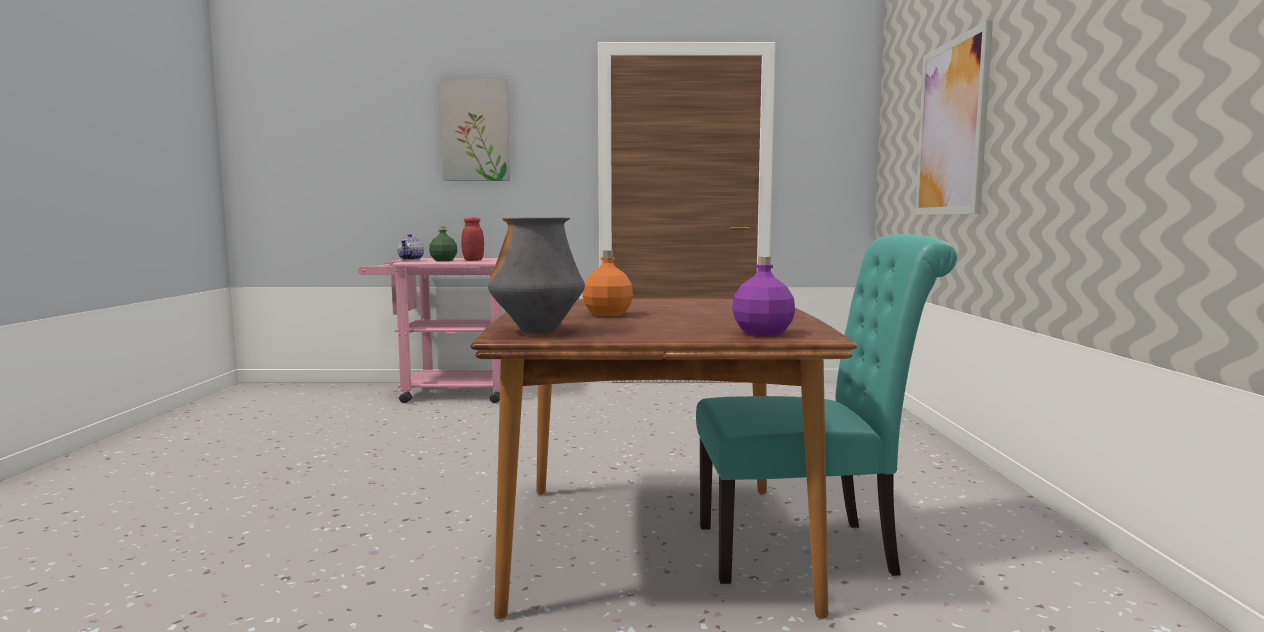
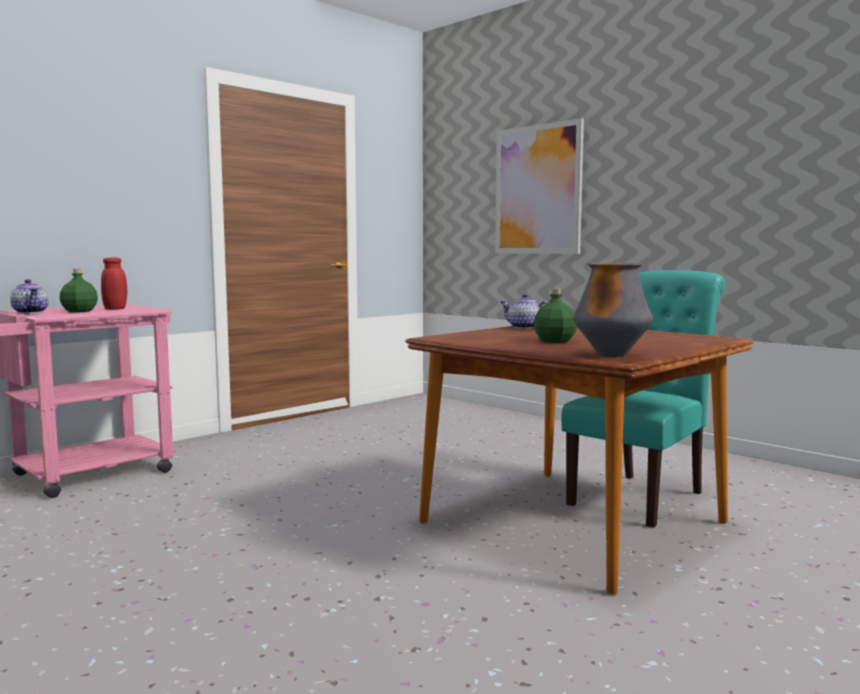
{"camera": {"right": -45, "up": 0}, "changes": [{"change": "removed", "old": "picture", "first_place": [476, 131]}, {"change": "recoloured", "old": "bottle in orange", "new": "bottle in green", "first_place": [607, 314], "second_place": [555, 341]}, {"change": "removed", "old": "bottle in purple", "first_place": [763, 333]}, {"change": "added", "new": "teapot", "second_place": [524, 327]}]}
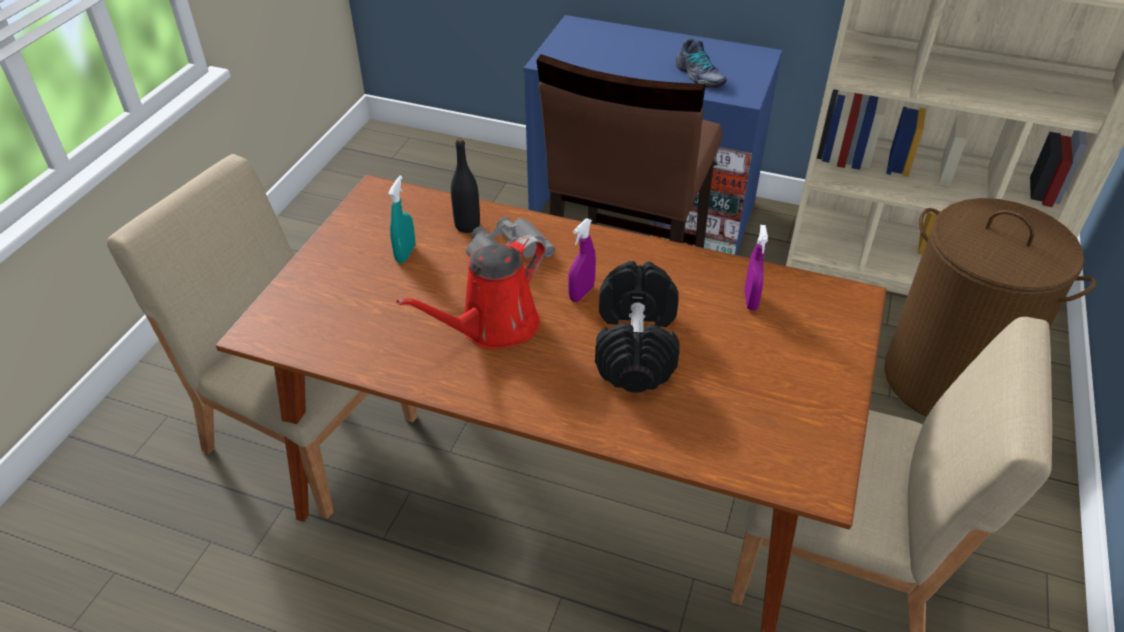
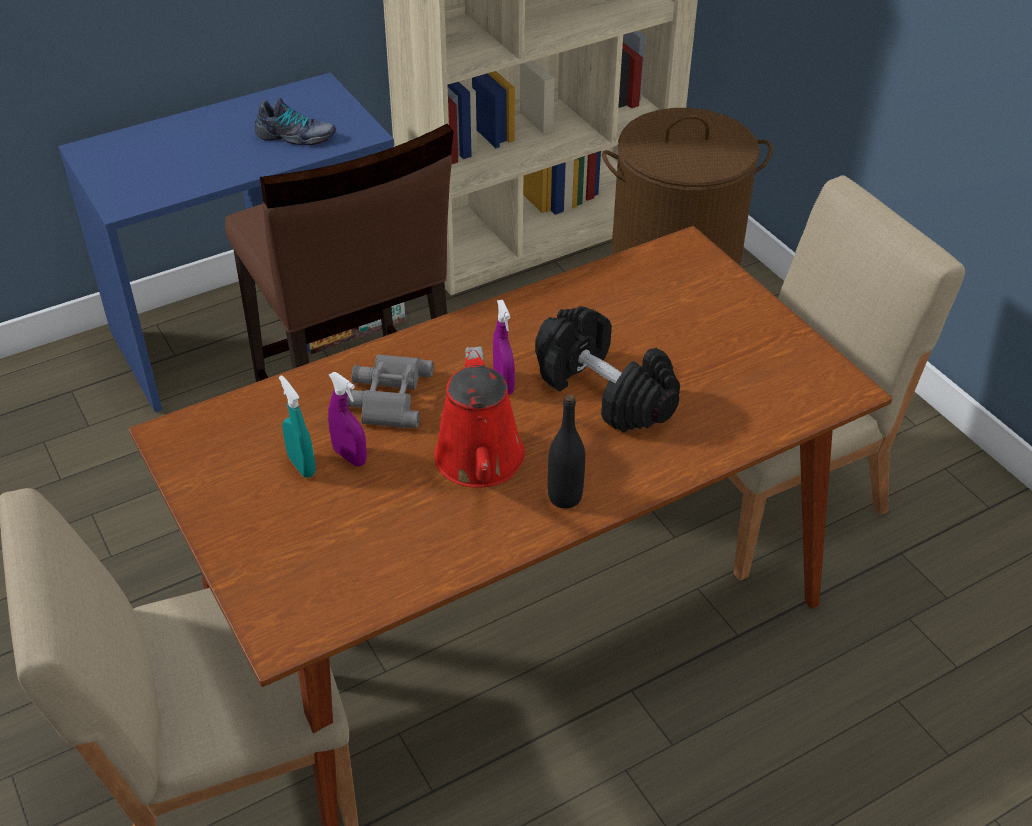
{"camera": {"right": -50, "up": 0}, "changes": [{"change": "moved", "old": "bottle in black", "first_place": [467, 226], "second_place": [565, 497]}, {"change": "moved", "old": "spray bottle in purple", "first_place": [750, 300], "second_place": [350, 456]}]}
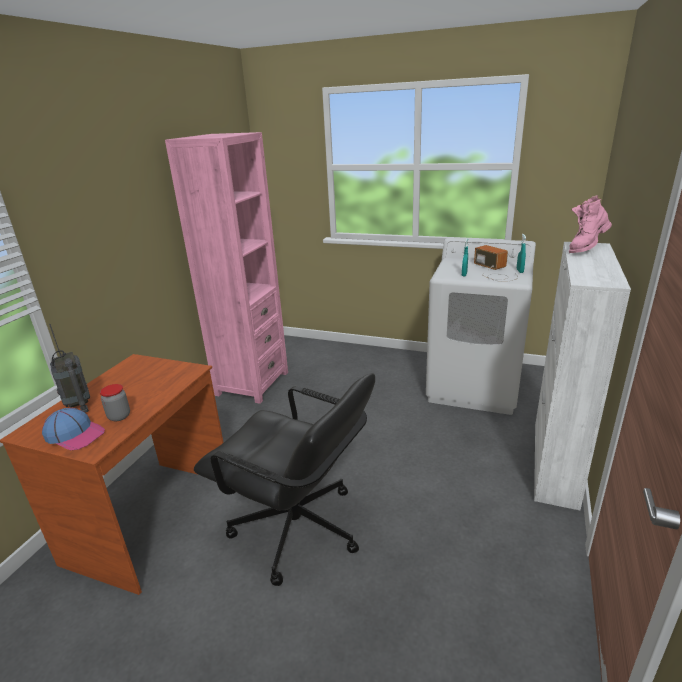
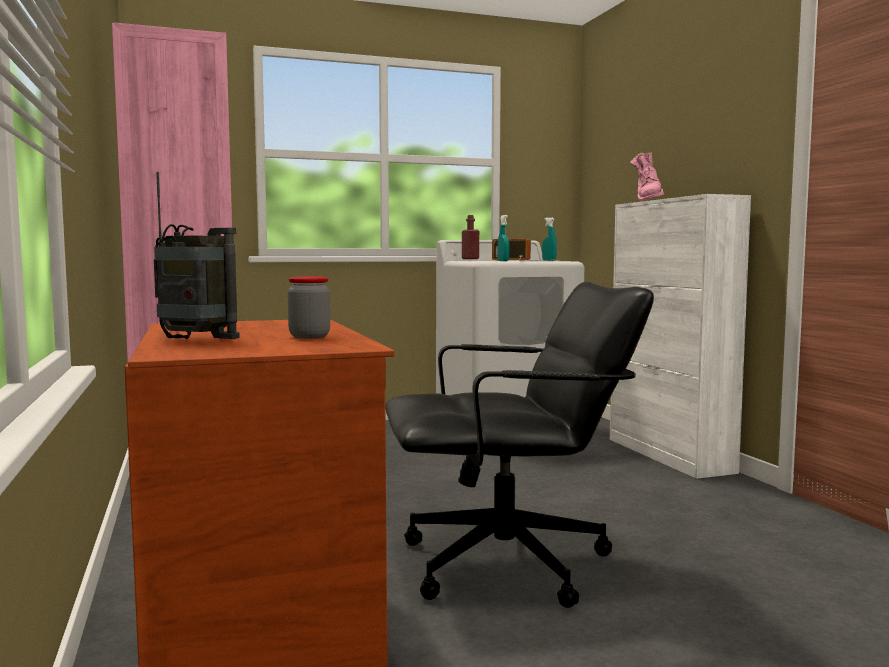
{"camera": {"right": -40, "up": -20}, "changes": [{"change": "removed", "old": "cap", "first_place": [75, 435]}, {"change": "added", "new": "bottle in red", "second_place": [470, 259]}]}
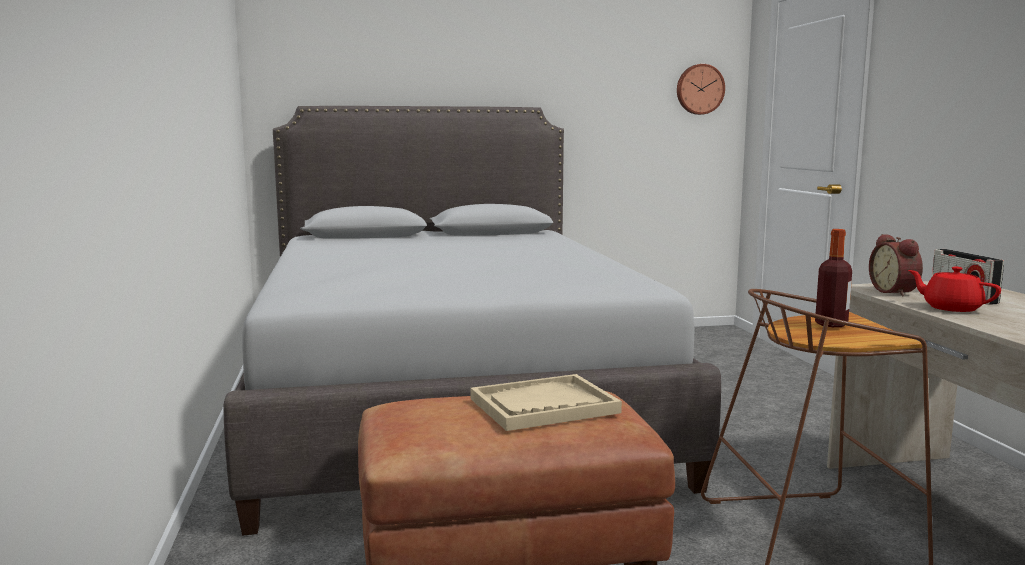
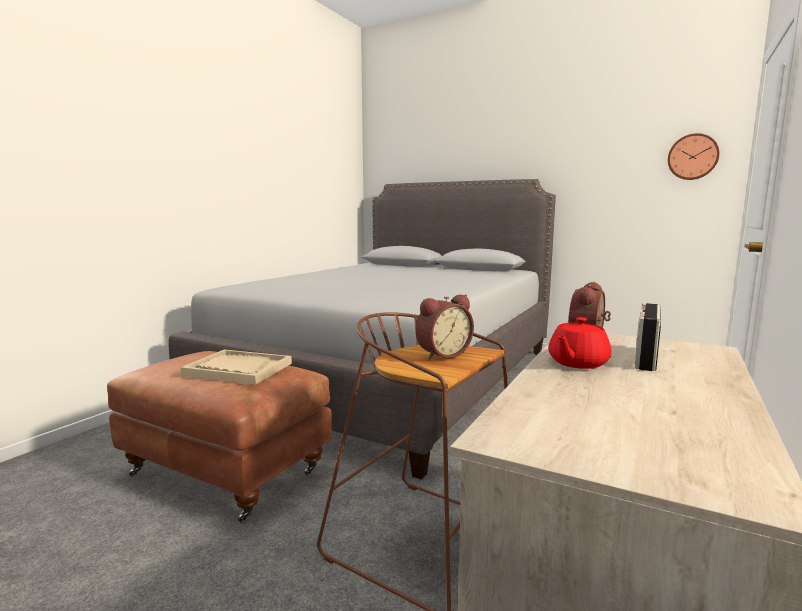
{"camera": {"right": 40, "up": 0}, "changes": [{"change": "replaced", "old": "bottle", "new": "alarm clock", "first_place": [831, 324], "second_place": [442, 354]}, {"change": "turned", "old": "teapot in red", "first_place": [951, 308], "second_place": [577, 363], "degrees": -135}]}
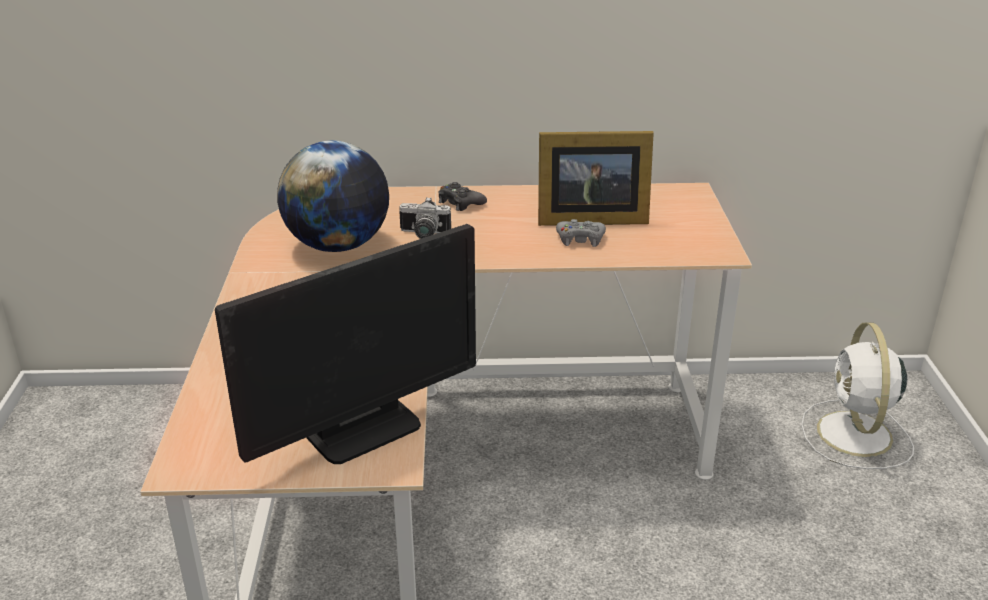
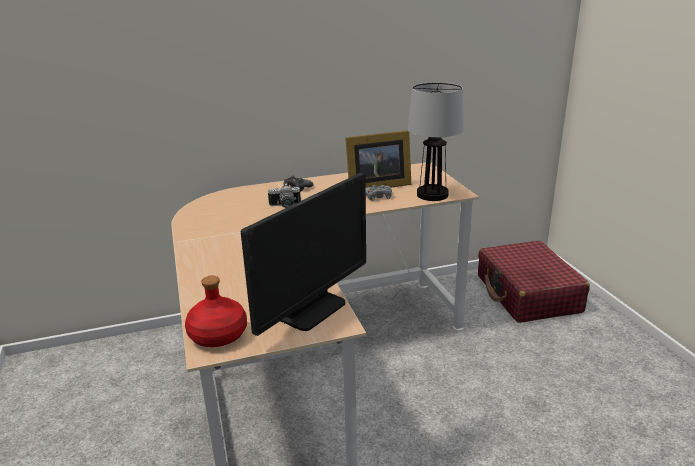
{"camera": {"right": -15, "up": -5}, "changes": [{"change": "removed", "old": "globe", "first_place": [338, 246]}, {"change": "replaced", "old": "fan in white", "new": "suitcase in red", "first_place": [855, 436], "second_place": [527, 294]}, {"change": "added", "new": "bottle in red", "second_place": [218, 335]}, {"change": "added", "new": "table lamp", "second_place": [432, 195]}]}
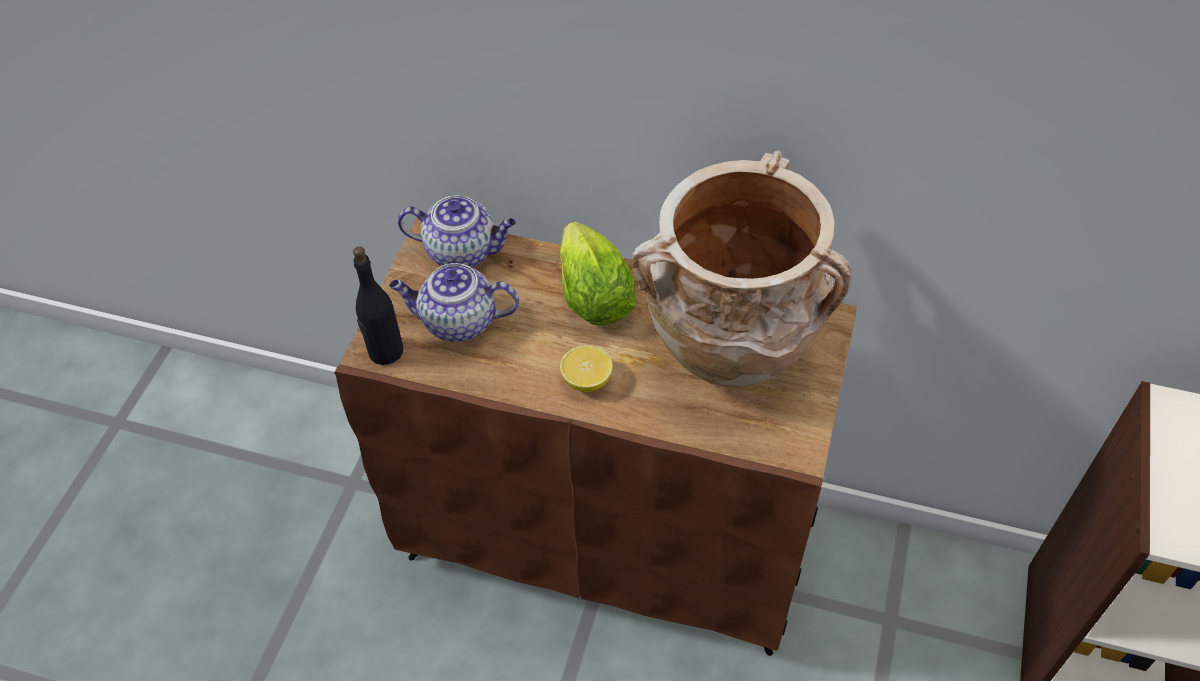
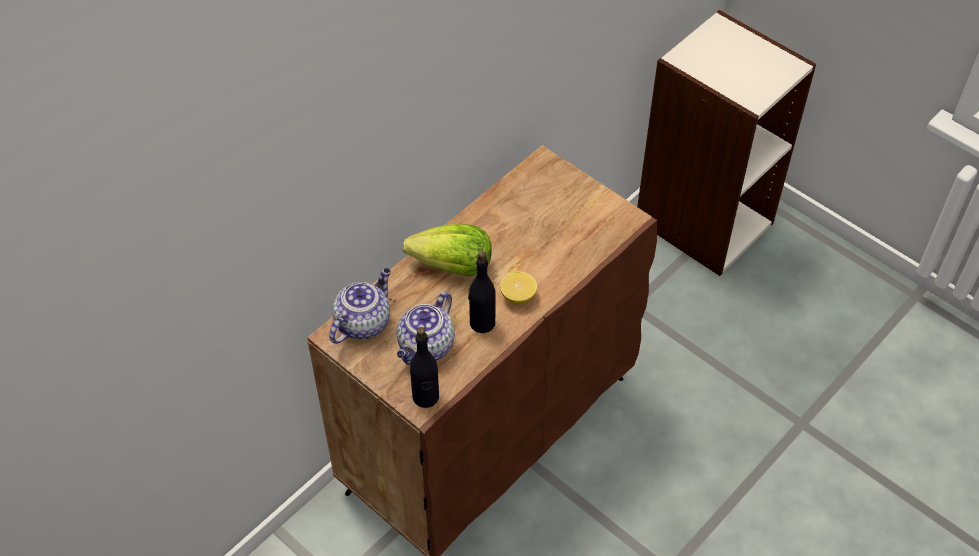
{"camera": {"right": -65, "up": 0}, "changes": [{"change": "removed", "old": "vase in beige", "first_place": [730, 355]}, {"change": "added", "new": "bottle in black", "second_place": [482, 323]}]}
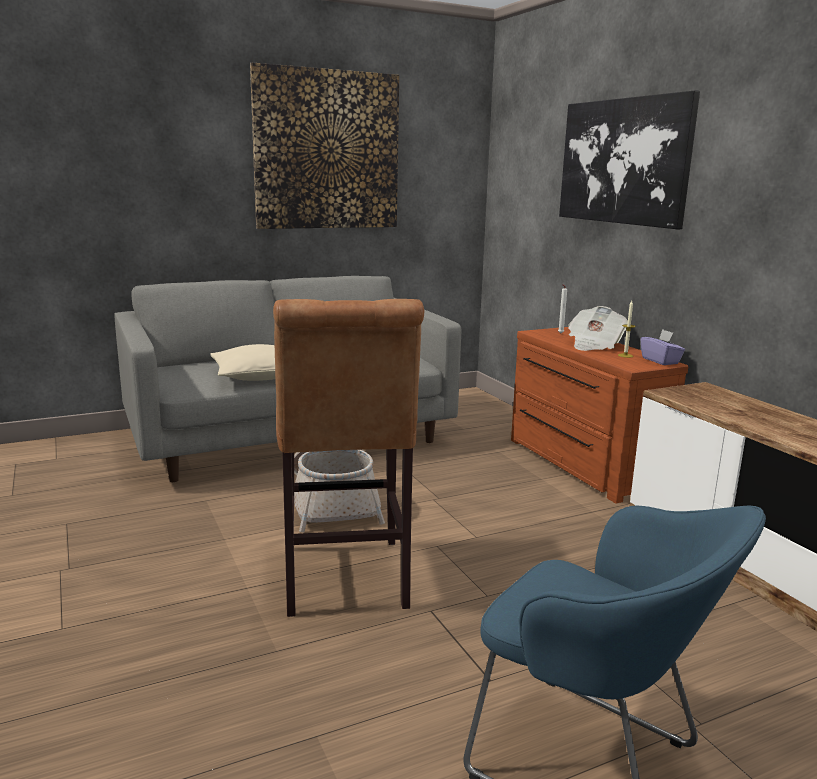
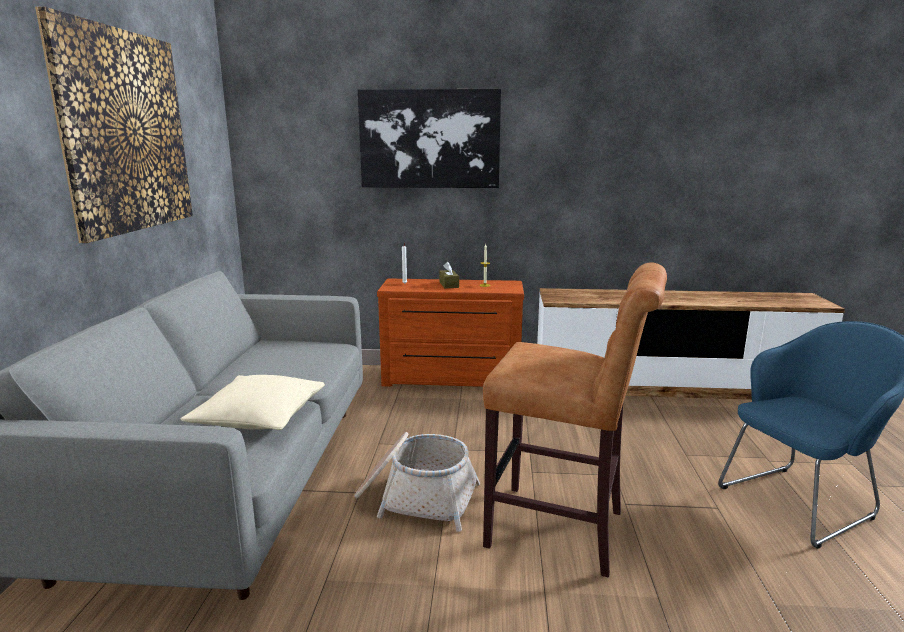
{"camera": {"right": -60, "up": 0}, "changes": [{"change": "replaced", "old": "newspaper", "new": "tissue box in brown", "first_place": [594, 345], "second_place": [449, 285]}, {"change": "removed", "old": "tissue box in purple", "first_place": [660, 361]}]}
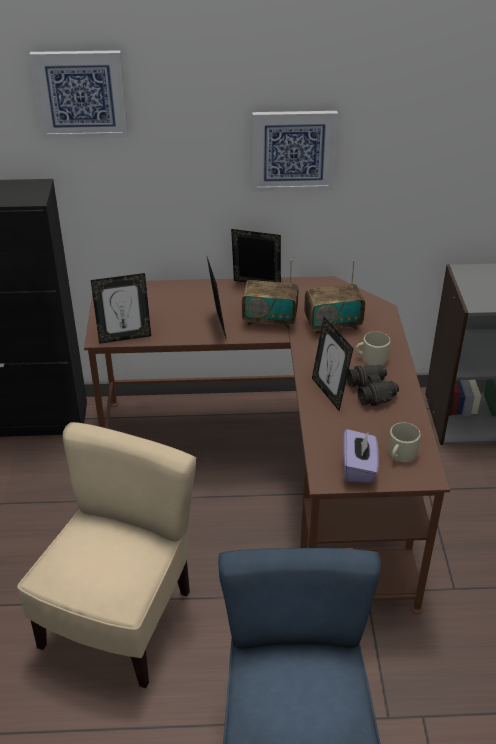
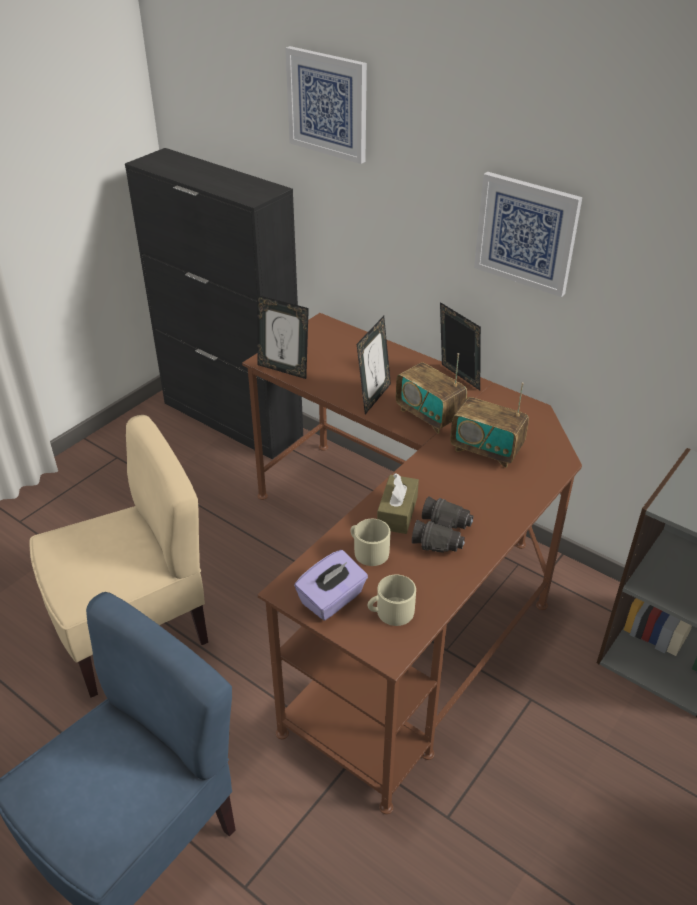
{"camera": {"right": 40, "up": 0}, "changes": [{"change": "replaced", "old": "picture frame", "new": "tissue box in brown", "first_place": [329, 393], "second_place": [397, 512]}, {"change": "moved", "old": "mug in beige", "first_place": [371, 357], "second_place": [368, 551]}]}
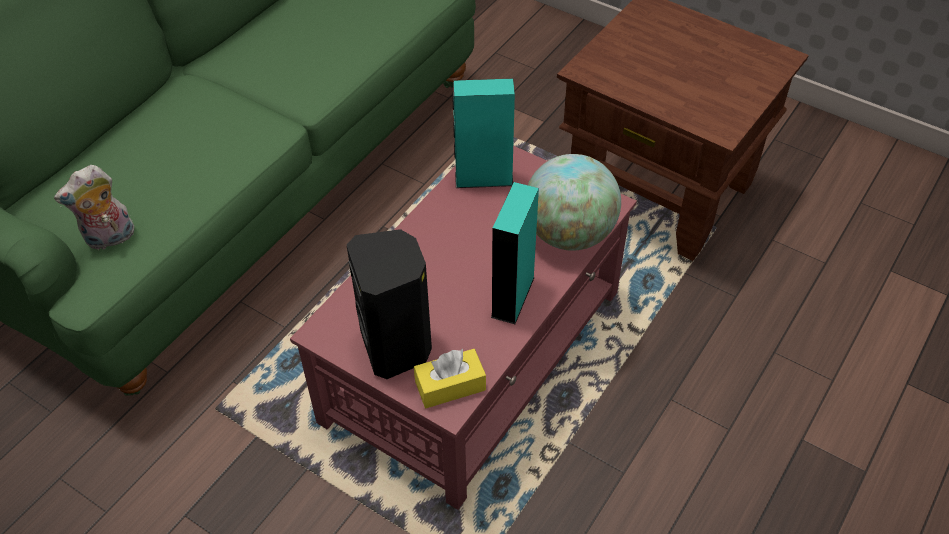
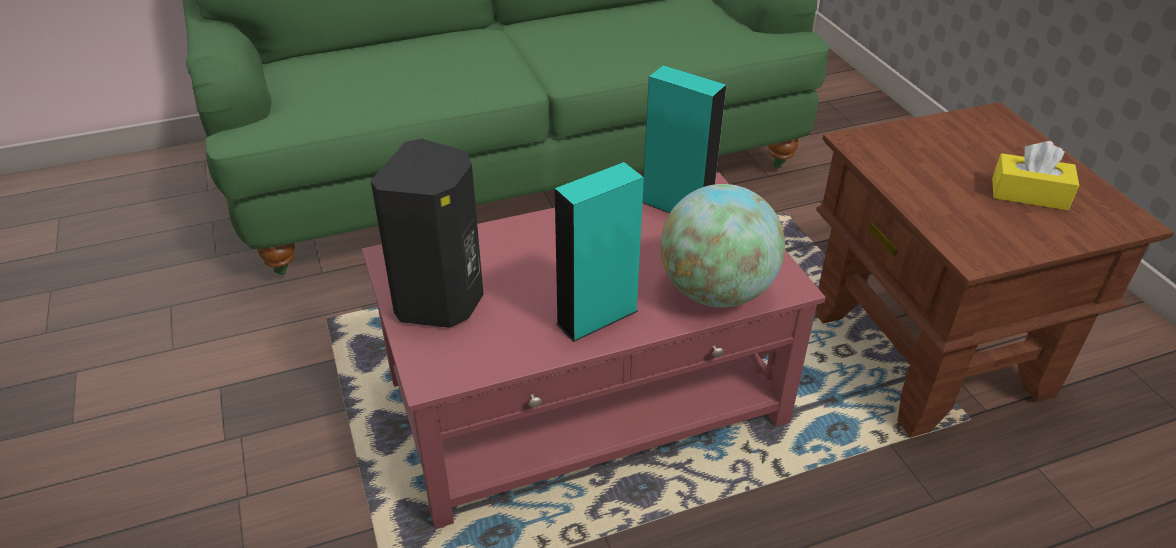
{"camera": {"right": 35, "up": -10}, "changes": [{"change": "removed", "old": "plush toy", "first_place": [110, 239]}, {"change": "moved", "old": "tissue box in yellow", "first_place": [450, 386], "second_place": [1029, 194]}]}
